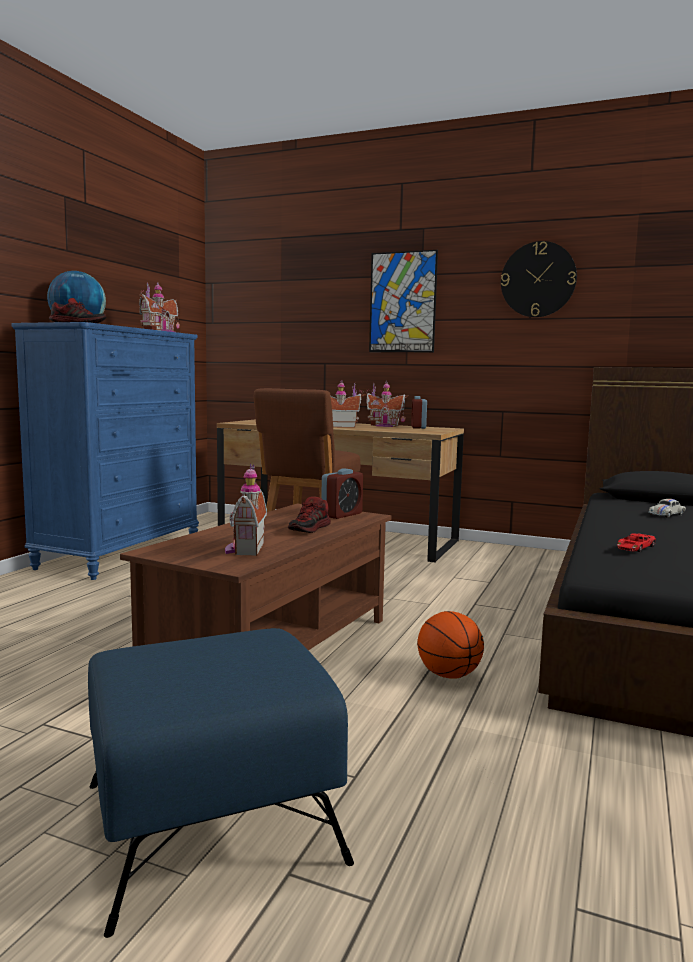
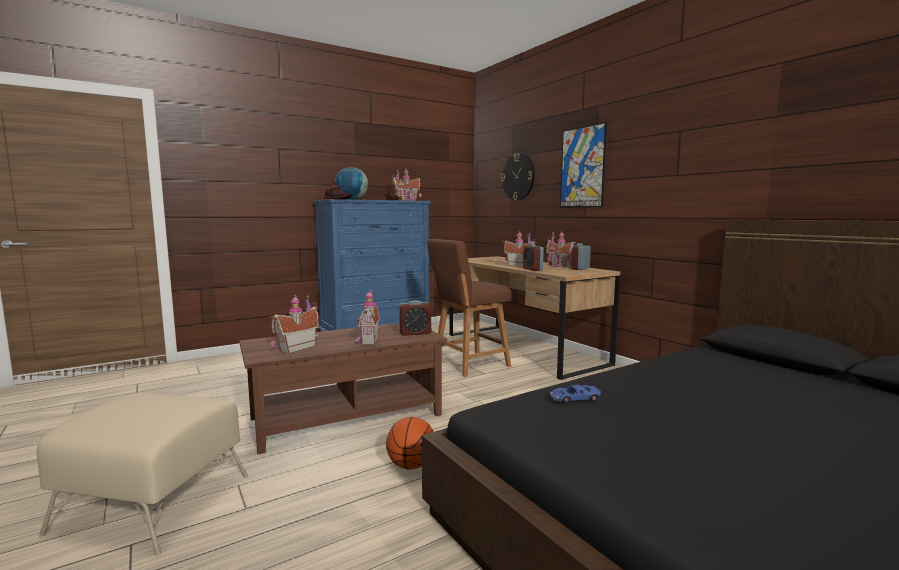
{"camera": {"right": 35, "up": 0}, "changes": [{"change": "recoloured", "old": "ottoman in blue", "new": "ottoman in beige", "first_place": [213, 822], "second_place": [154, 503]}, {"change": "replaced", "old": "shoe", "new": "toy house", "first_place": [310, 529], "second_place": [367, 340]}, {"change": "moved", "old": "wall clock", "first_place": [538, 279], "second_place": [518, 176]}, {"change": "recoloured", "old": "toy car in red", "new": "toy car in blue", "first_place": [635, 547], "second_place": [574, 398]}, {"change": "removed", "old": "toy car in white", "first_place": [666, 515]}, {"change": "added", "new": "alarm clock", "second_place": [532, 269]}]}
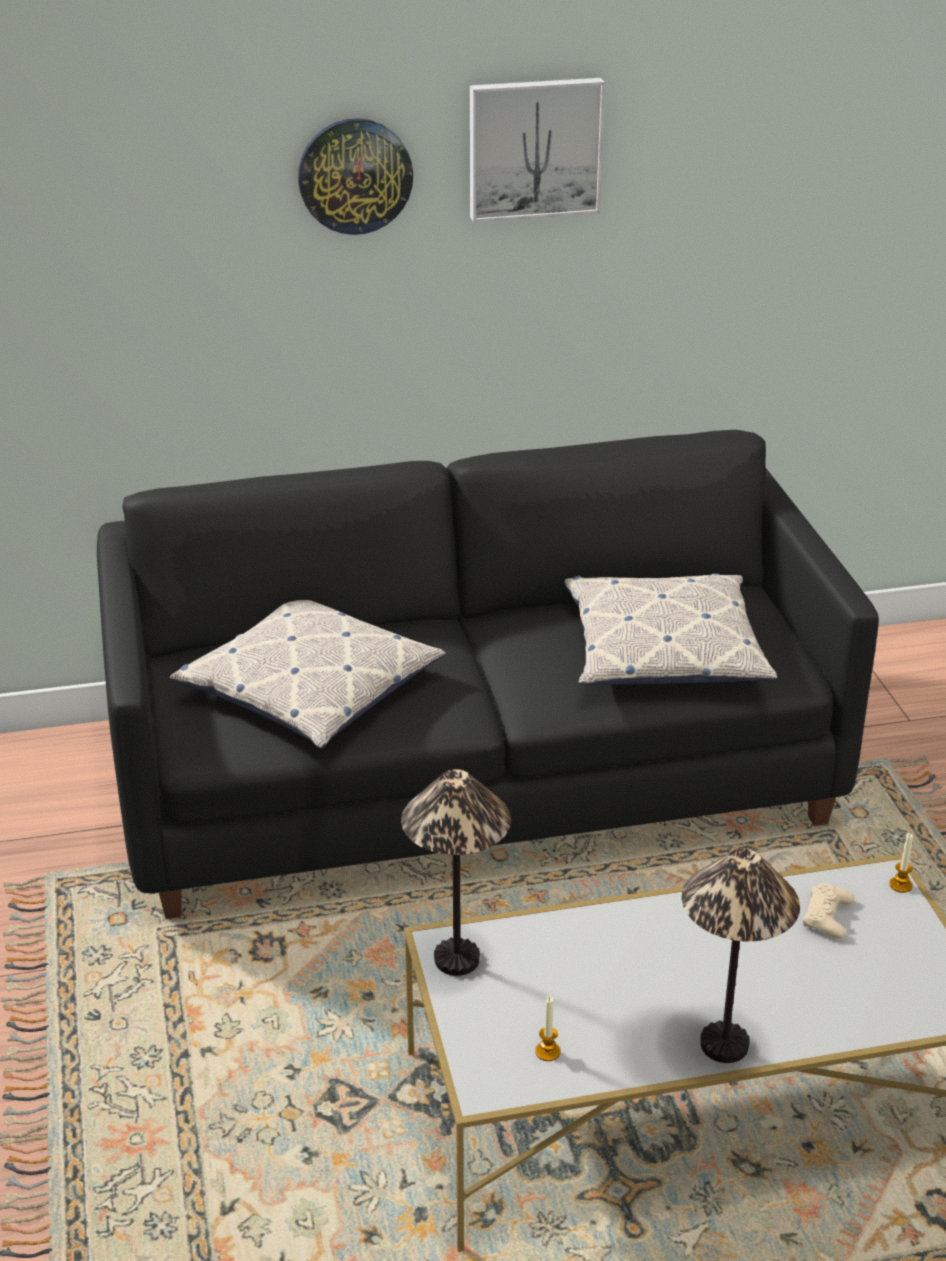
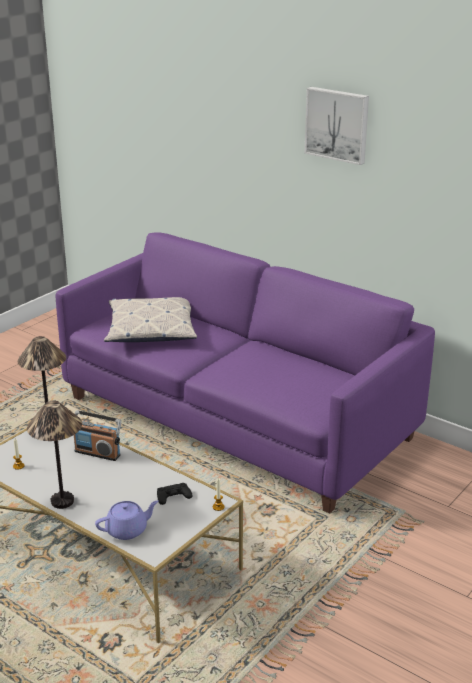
{"camera": {"right": 50, "up": -5}, "changes": [{"change": "recoloured", "old": "sofa in black", "new": "sofa in purple", "first_place": [474, 776], "second_place": [237, 418]}, {"change": "removed", "old": "wall clock", "first_place": [355, 176]}, {"change": "removed", "old": "pillow", "first_place": [663, 649]}, {"change": "recoloured", "old": "game controller in beige", "new": "game controller in black", "first_place": [827, 916], "second_place": [173, 496]}, {"change": "added", "new": "radio", "second_place": [97, 453]}, {"change": "added", "new": "teapot in purple", "second_place": [127, 530]}]}
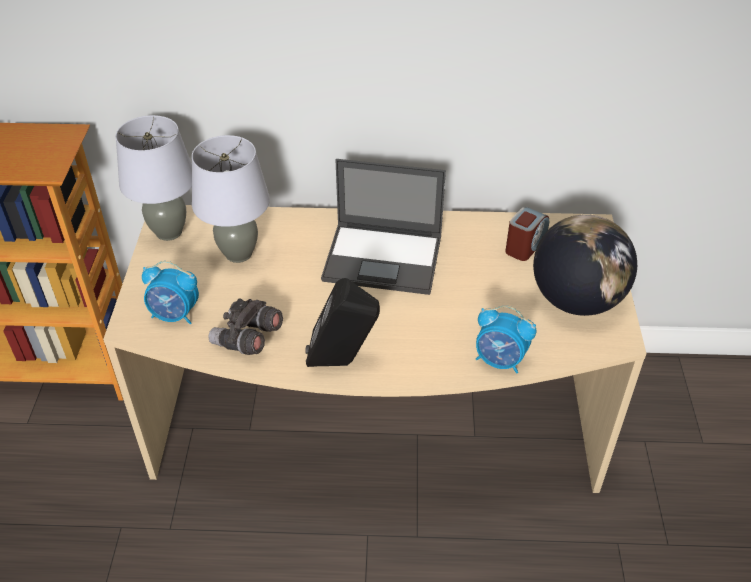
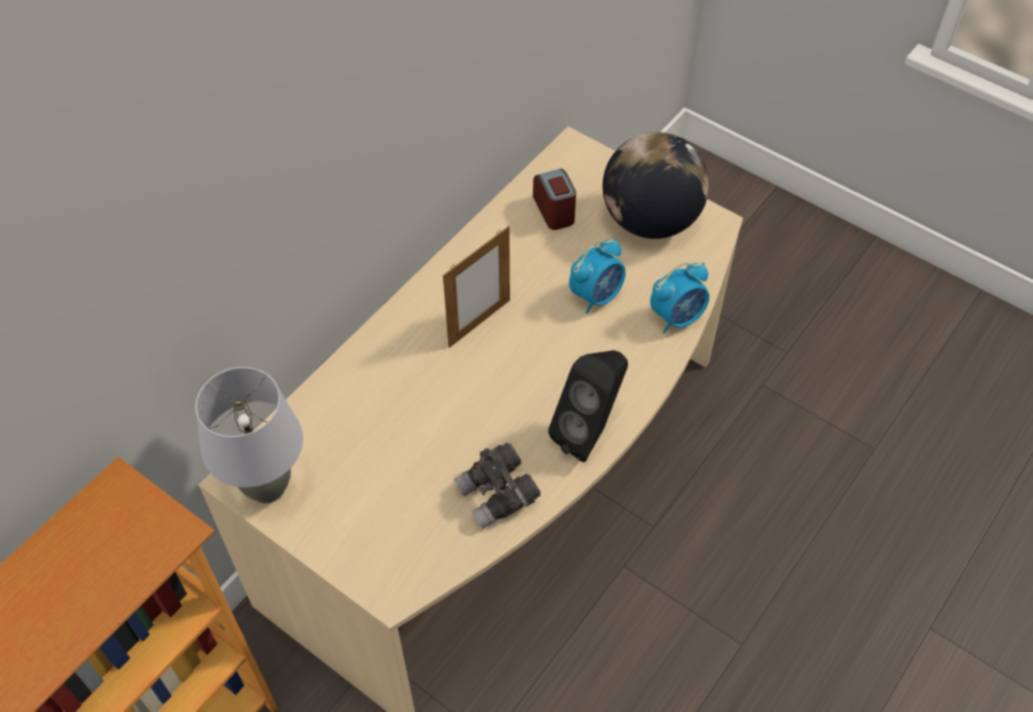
{"camera": {"right": -55, "up": 10}, "changes": [{"change": "moved", "old": "alarm clock", "first_place": [175, 315], "second_place": [596, 295]}, {"change": "removed", "old": "table lamp in grey", "first_place": [238, 254]}, {"change": "replaced", "old": "laptop", "new": "picture frame", "first_place": [384, 258], "second_place": [479, 323]}]}
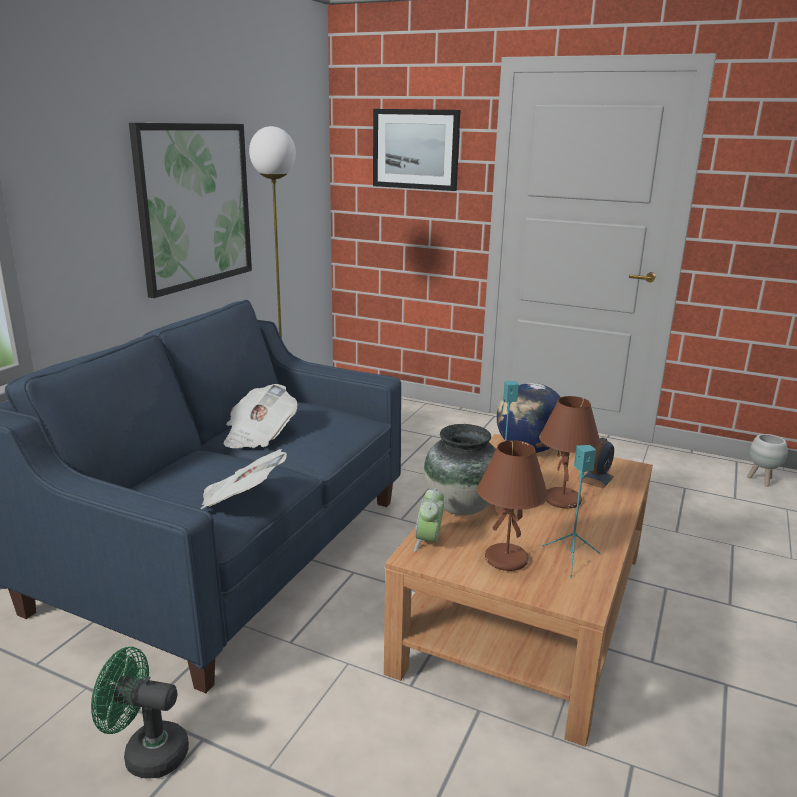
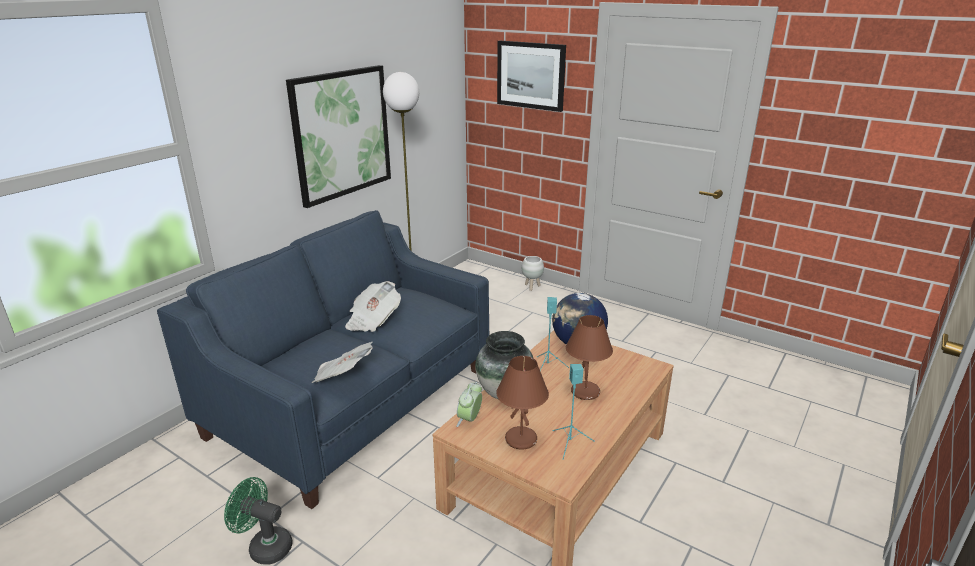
{"camera": {"right": 10, "up": 5}, "changes": [{"change": "removed", "old": "alarm clock", "first_place": [596, 479]}, {"change": "moved", "old": "planter in white", "first_place": [762, 481], "second_place": [532, 287]}]}
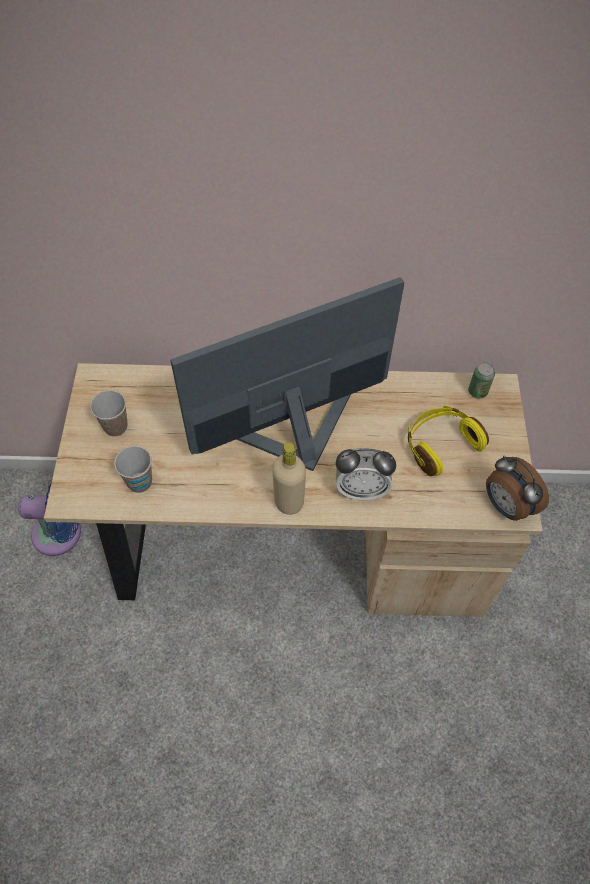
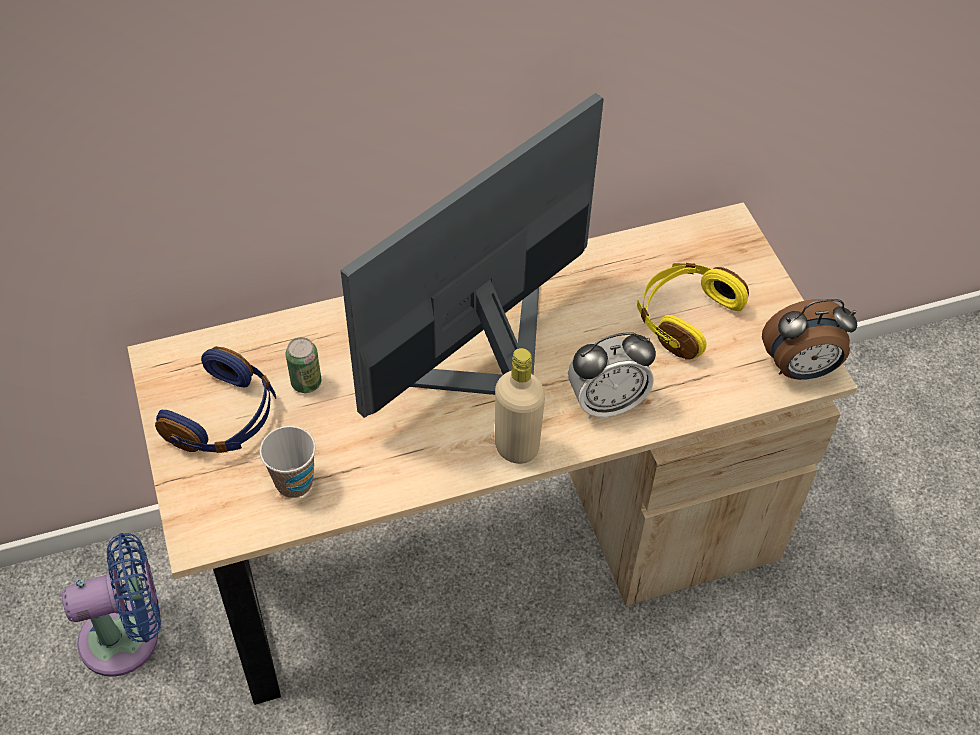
{"camera": {"right": -20, "up": -5}, "changes": [{"change": "replaced", "old": "cup", "new": "headphones in blue", "first_place": [115, 427], "second_place": [225, 418]}, {"change": "moved", "old": "can", "first_place": [477, 391], "second_place": [306, 382]}, {"change": "turned", "old": "alarm clock", "first_place": [506, 505], "second_place": [800, 369], "degrees": -45}]}
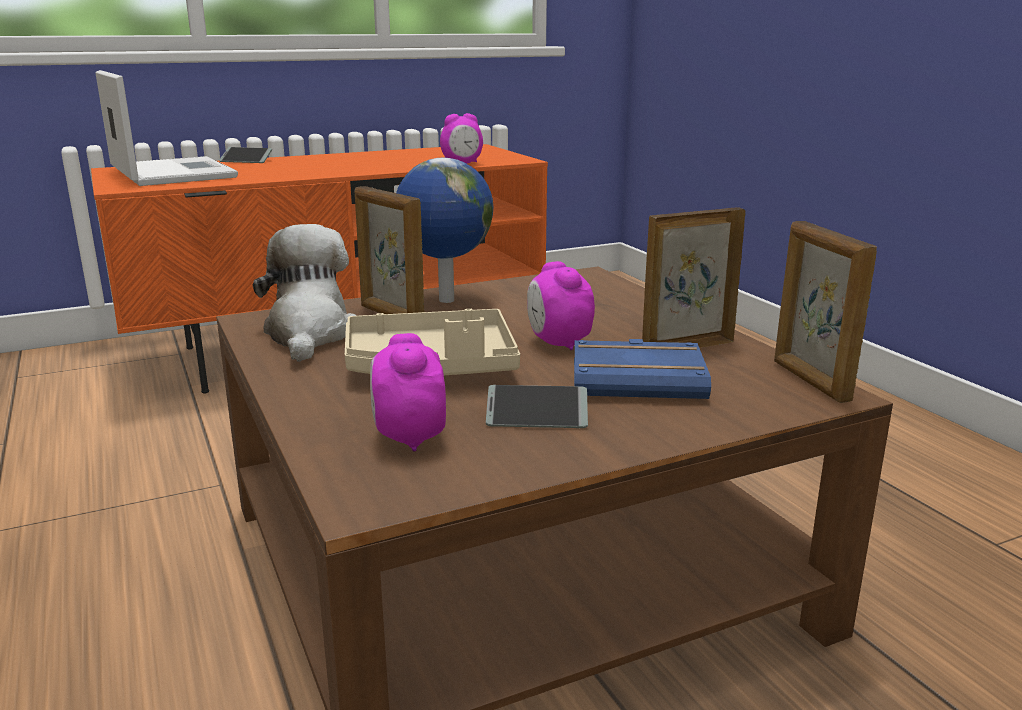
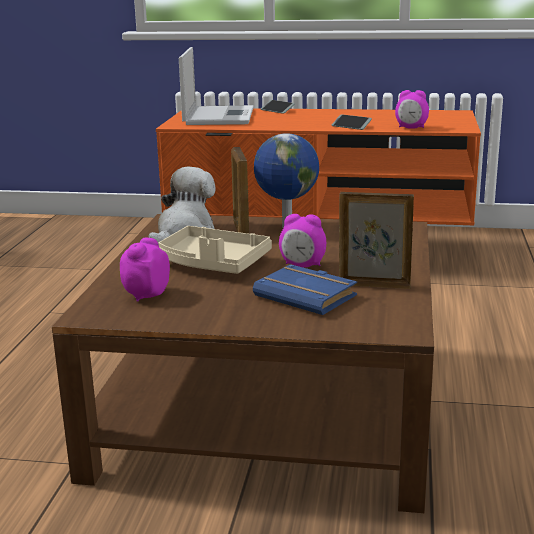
{"camera": {"right": 35, "up": 0}, "changes": [{"change": "moved", "old": "phone", "first_place": [537, 417], "second_place": [351, 126]}, {"change": "turned", "old": "alarm clock", "first_place": [558, 343], "second_place": [302, 266], "degrees": -90}, {"change": "removed", "old": "picture frame", "first_place": [809, 381]}]}
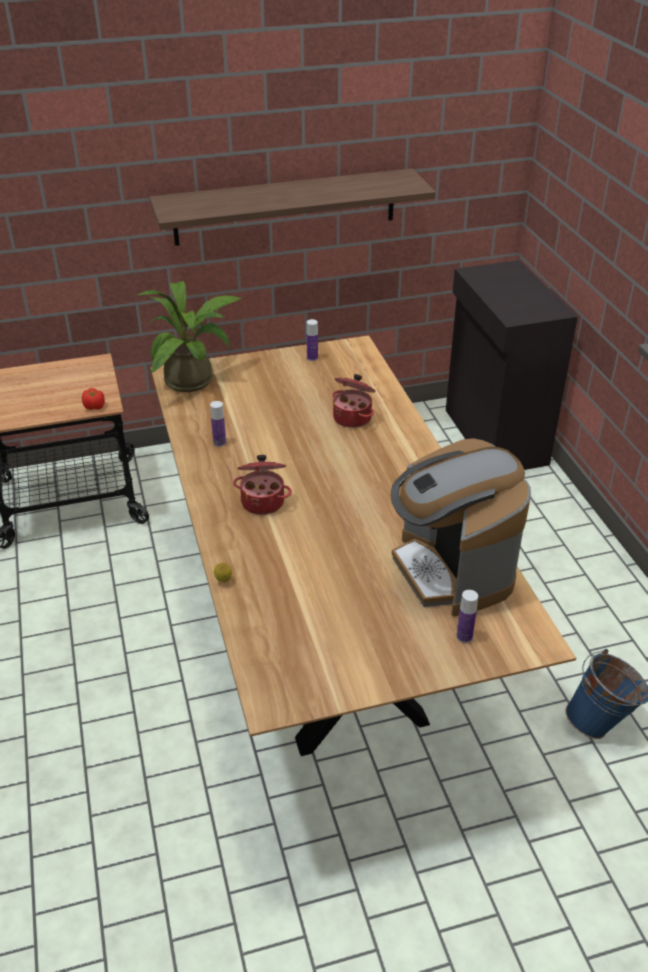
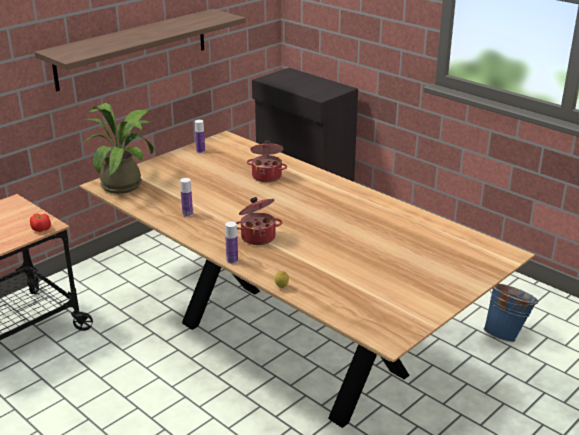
{"camera": {"right": -30, "up": -10}, "changes": [{"change": "removed", "old": "coffee machine", "first_place": [451, 570]}, {"change": "moved", "old": "bottle", "first_place": [464, 636], "second_place": [232, 260]}]}
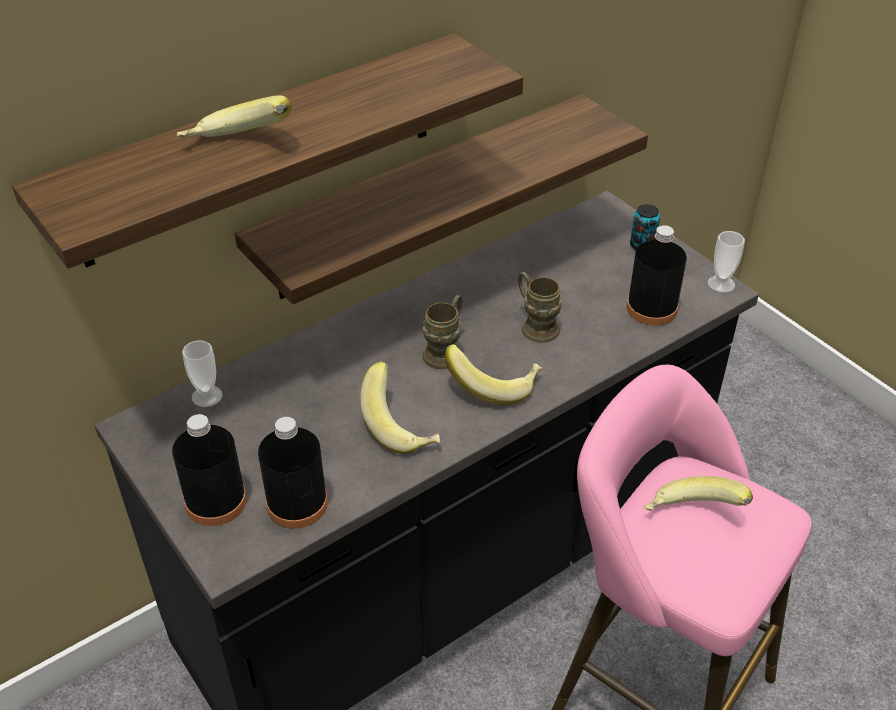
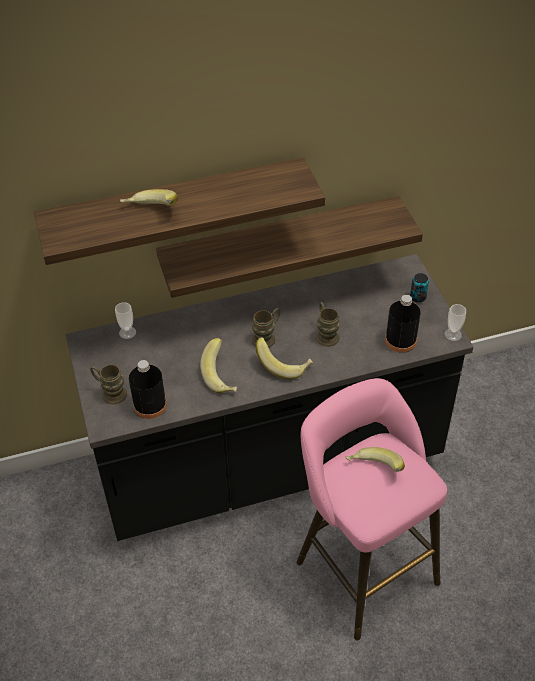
{"camera": {"right": 20, "up": 5}, "changes": [{"change": "replaced", "old": "bottle in black", "new": "mug in brown", "first_place": [216, 501], "second_place": [110, 393]}]}
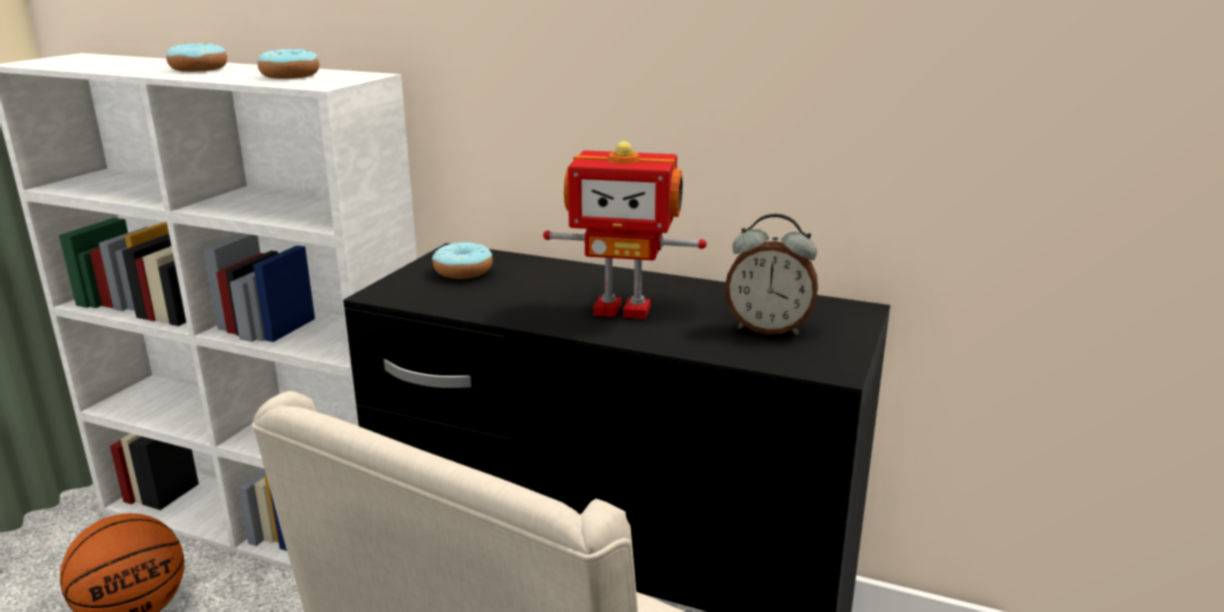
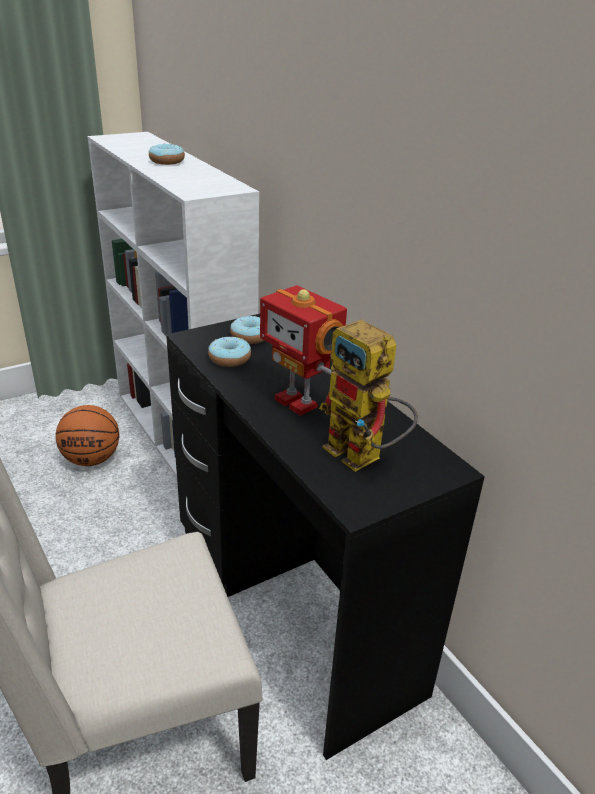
{"camera": {"right": 35, "up": 10}, "changes": [{"change": "moved", "old": "donut", "first_place": [290, 76], "second_place": [229, 359]}, {"change": "replaced", "old": "alarm clock", "new": "toy robot", "first_place": [768, 328], "second_place": [364, 457]}]}
